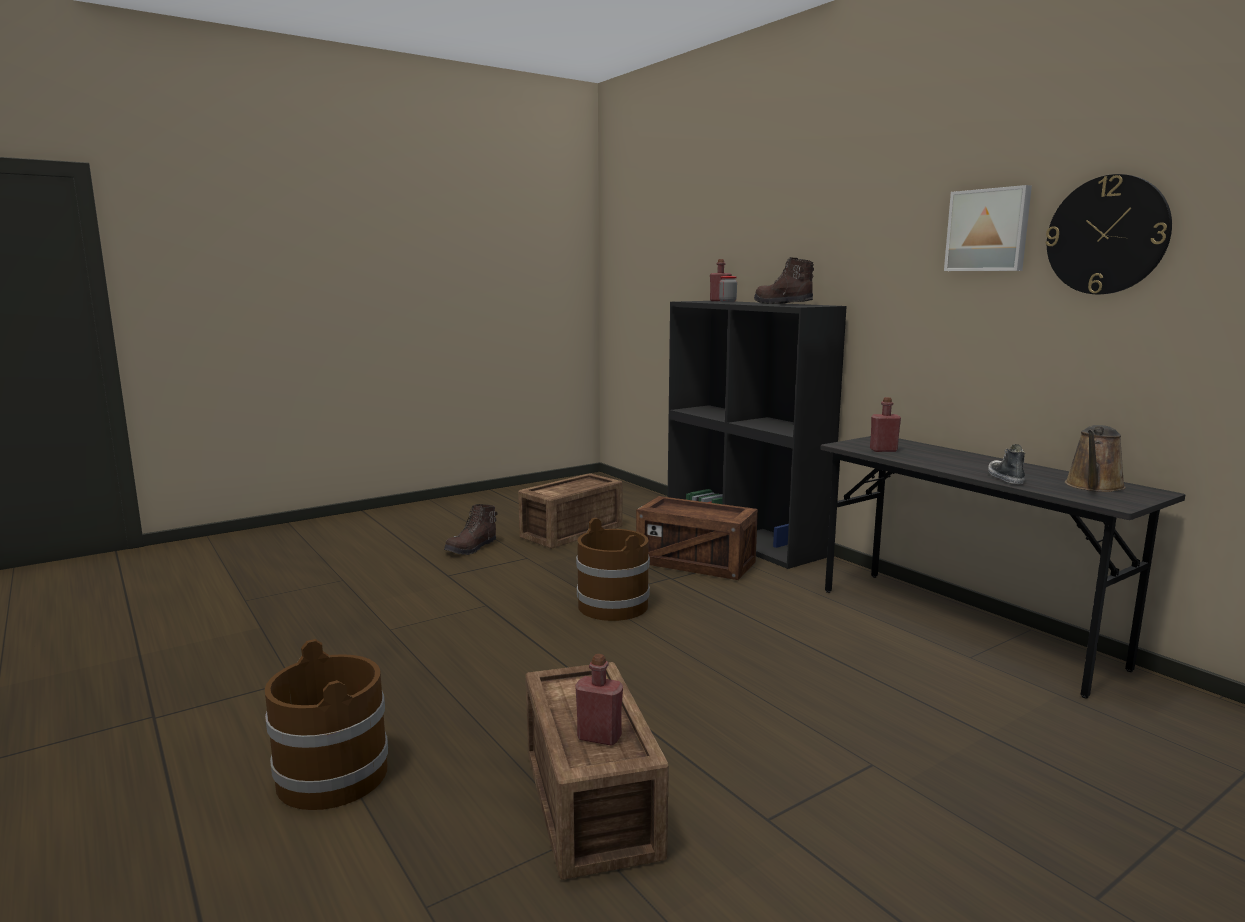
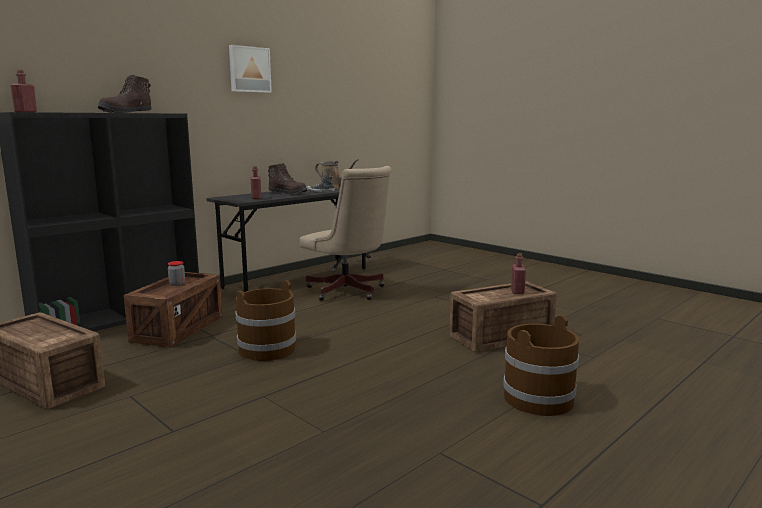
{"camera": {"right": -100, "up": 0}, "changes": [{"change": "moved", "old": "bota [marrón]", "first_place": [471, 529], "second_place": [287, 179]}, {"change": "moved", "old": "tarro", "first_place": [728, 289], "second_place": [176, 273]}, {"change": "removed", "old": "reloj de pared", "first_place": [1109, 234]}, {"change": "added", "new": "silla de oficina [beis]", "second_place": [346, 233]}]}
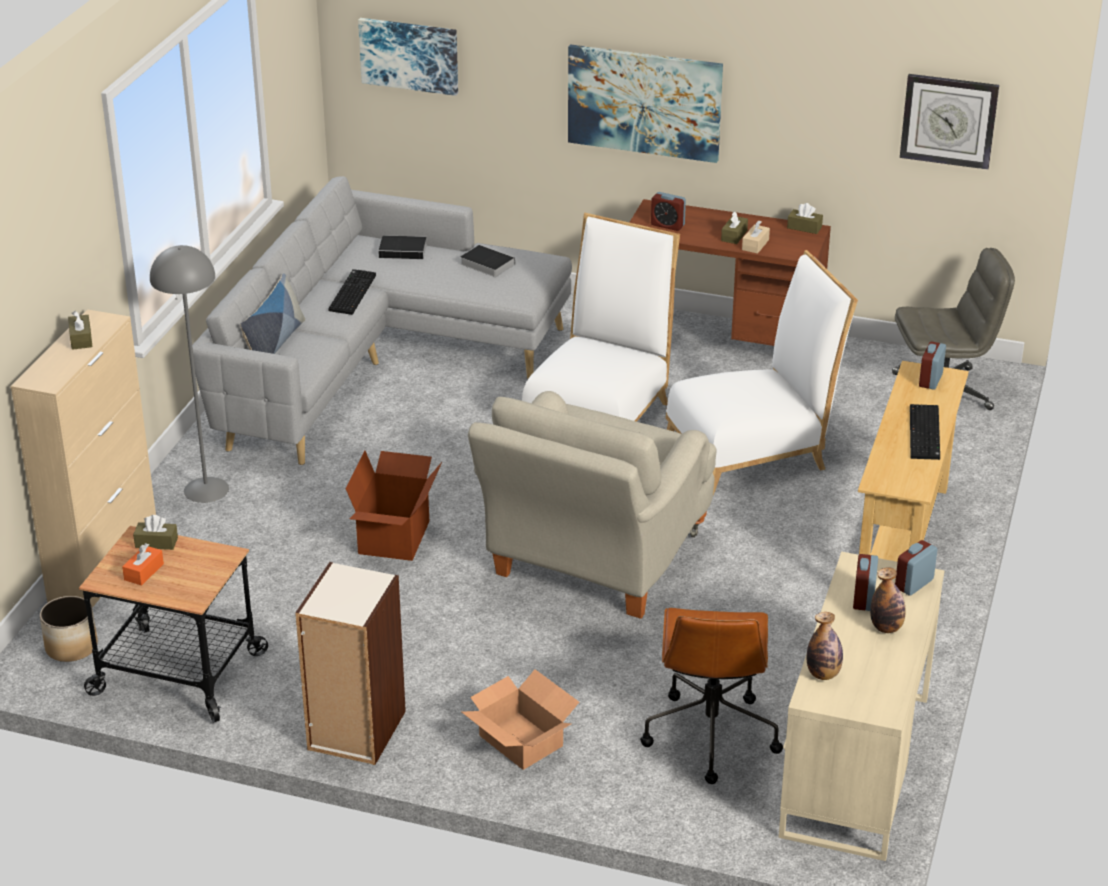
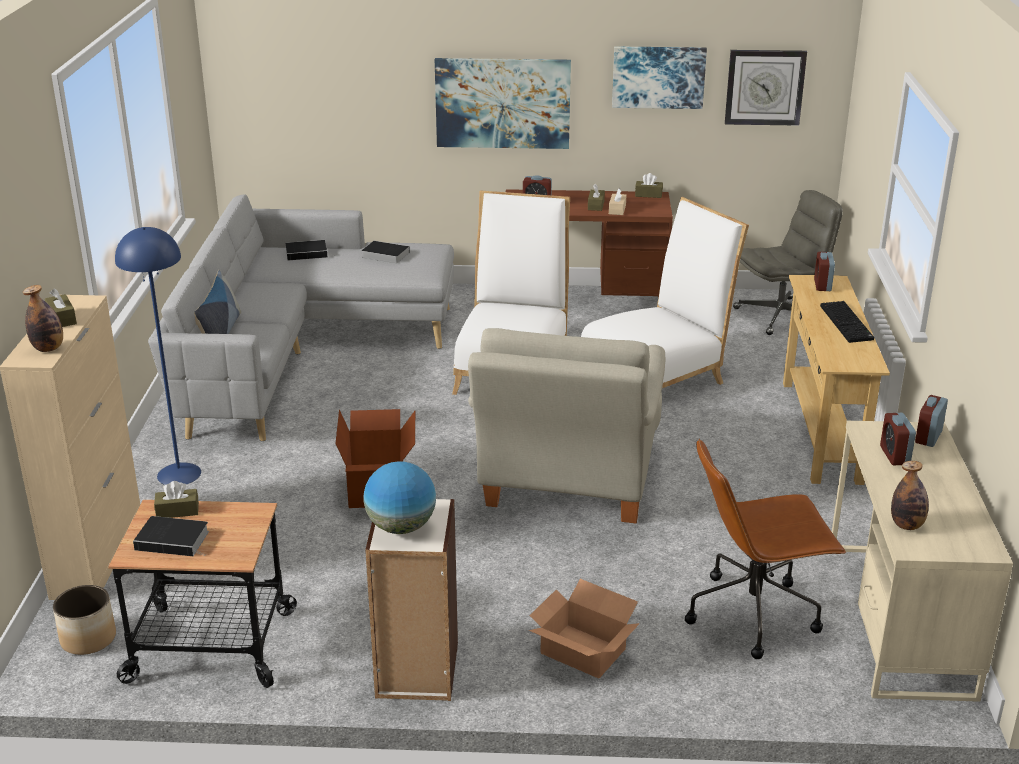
{"camera": {"right": -15, "up": -5}, "changes": [{"change": "replaced", "old": "caja de pañuelos [naranja]", "new": "libro", "first_place": [143, 564], "second_place": [171, 536]}, {"change": "recoloured", "old": "lámpara de pie [gris]", "new": "lámpara de pie [azul]", "first_place": [189, 374], "second_place": [158, 356]}, {"change": "removed", "old": "teclado", "first_place": [352, 292]}, {"change": "moved", "old": "cuadro", "first_place": [408, 57], "second_place": [659, 77]}, {"change": "turned", "old": "silla de oficina [marrón]", "first_place": [711, 696], "second_place": [765, 548], "degrees": 90}, {"change": "moved", "old": "botella", "first_place": [888, 600], "second_place": [43, 318]}, {"change": "added", "new": "globo terráqueo", "second_place": [400, 497]}]}
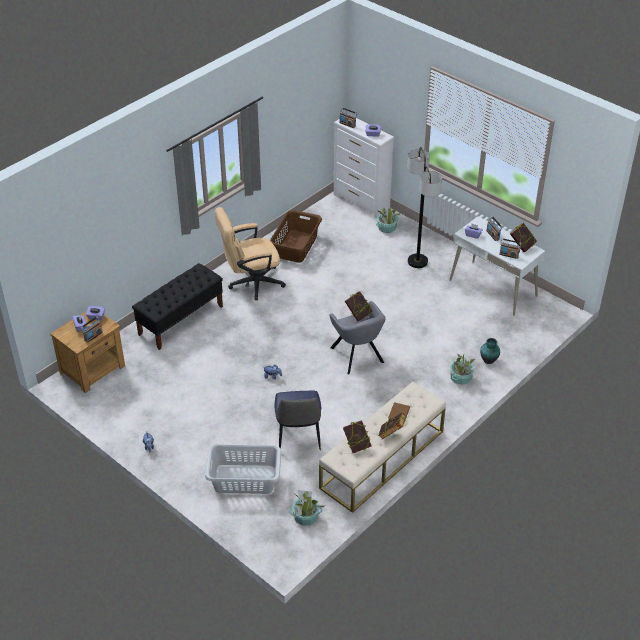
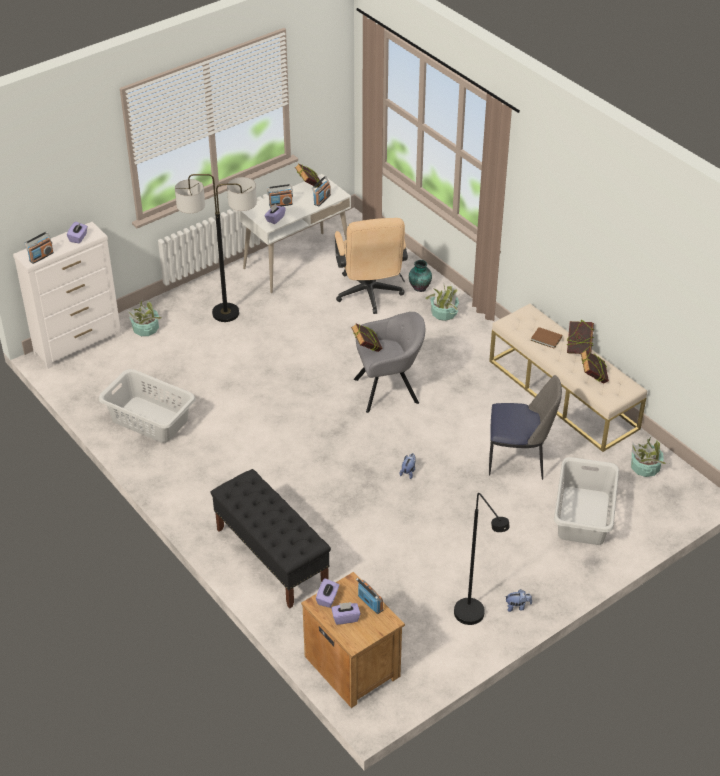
{"camera": {"right": -80, "up": 0}, "changes": [{"change": "moved", "old": "silla de oficina [beis]", "first_place": [250, 253], "second_place": [371, 266]}, {"change": "recoloured", "old": "cesto de la ropa [marrón]", "new": "cesto de la ropa [gris]", "first_place": [296, 236], "second_place": [147, 406]}, {"change": "added", "new": "lámpara de pie [negro]", "second_place": [482, 559]}]}
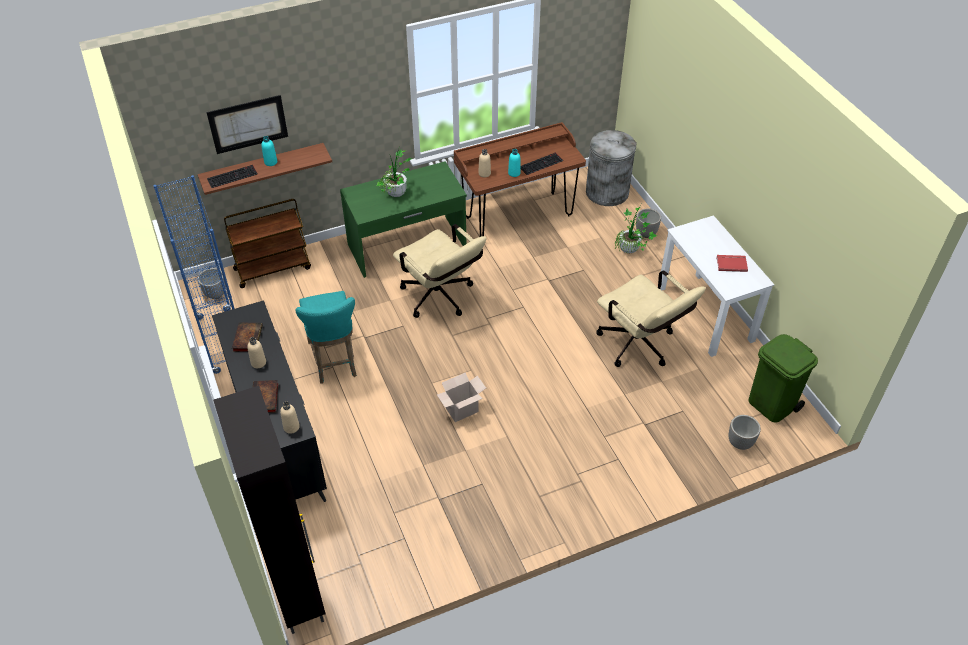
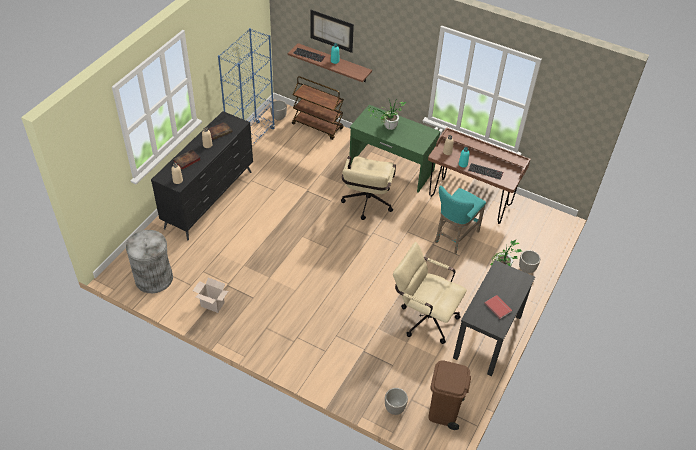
{"camera": {"right": 50, "up": 0}, "changes": [{"change": "removed", "old": "armario [negro]", "first_place": [269, 510]}, {"change": "moved", "old": "taburete [turquesa]", "first_place": [326, 337], "second_place": [460, 220]}, {"change": "moved", "old": "caja de cartón", "first_place": [461, 397], "second_place": [210, 295]}, {"change": "moved", "old": "papelera [gris]", "first_place": [611, 168], "second_place": [149, 261]}, {"change": "turned", "old": "silla de oficina [beis]", "first_place": [651, 319], "second_place": [430, 293], "degrees": 105}, {"change": "recoloured", "old": "escritorio [blanco]", "new": "escritorio [negro]", "first_place": [717, 286], "second_place": [494, 318]}, {"change": "recoloured", "old": "papelera [verde]", "new": "papelera [marrón]", "first_place": [783, 378], "second_place": [449, 395]}]}
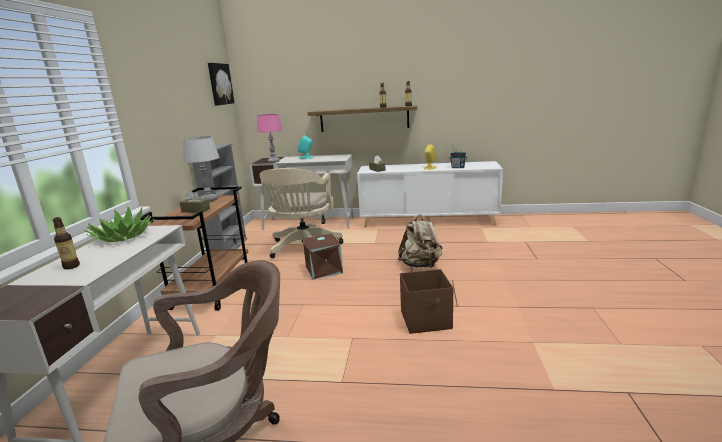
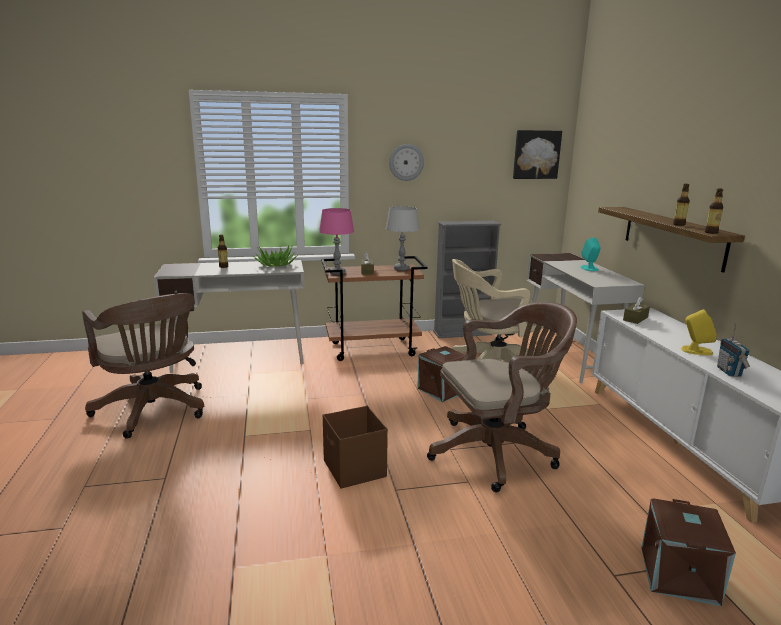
{"camera": {"right": 70, "up": 0}, "changes": [{"change": "moved", "old": "lámpara de mesa [rosa]", "first_place": [270, 138], "second_place": [336, 241]}, {"change": "replaced", "old": "mochila [beis]", "new": "silla de oficina [marrón]", "first_place": [420, 241], "second_place": [502, 397]}, {"change": "added", "new": "reloj de pared", "second_place": [406, 162]}, {"change": "added", "new": "caja de almacenaje [marrón]", "second_place": [688, 552]}]}
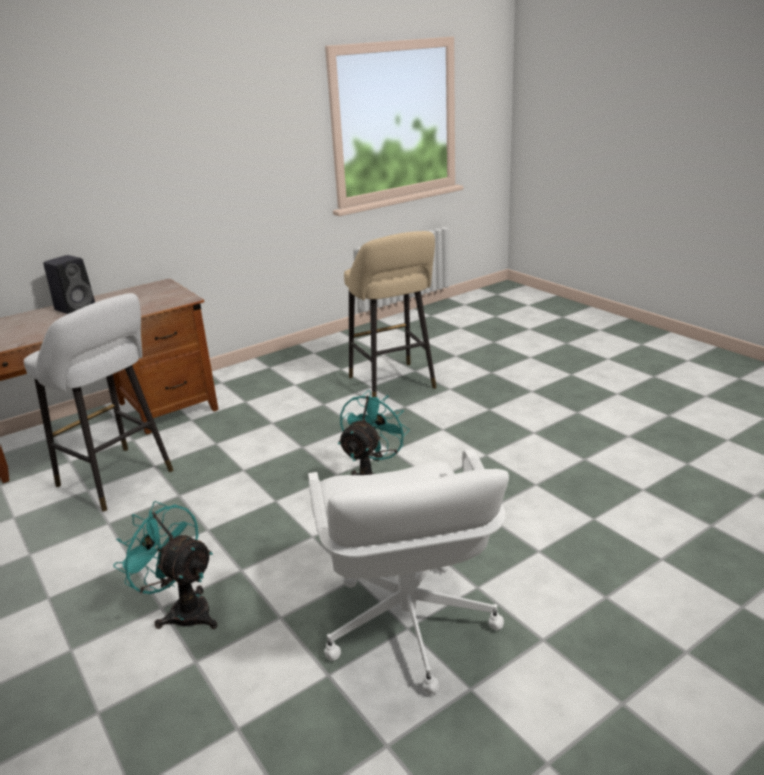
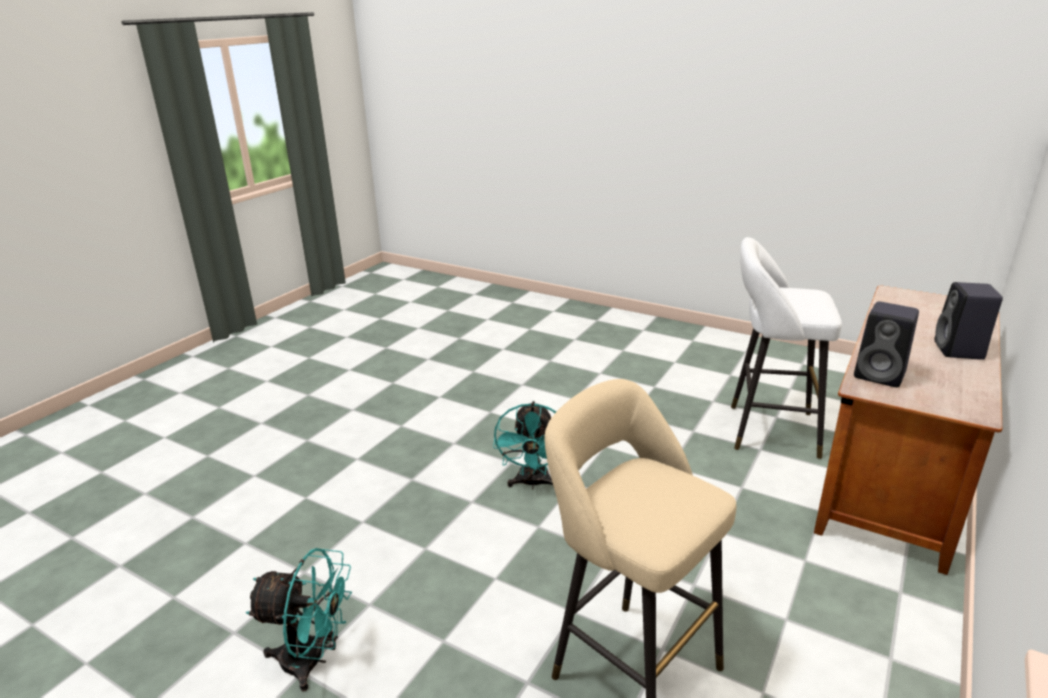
{"camera": {"right": 155, "up": 0}, "changes": [{"change": "moved", "old": "ventilador [turquesa]", "first_place": [165, 565], "second_place": [299, 619]}, {"change": "removed", "old": "silla de oficina [blanco]", "first_place": [408, 572]}, {"change": "added", "new": "altavoz [negro]", "second_place": [886, 344]}]}
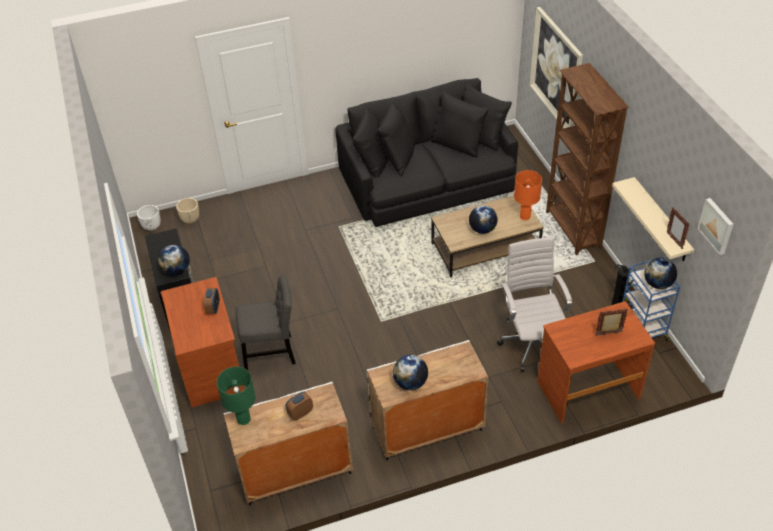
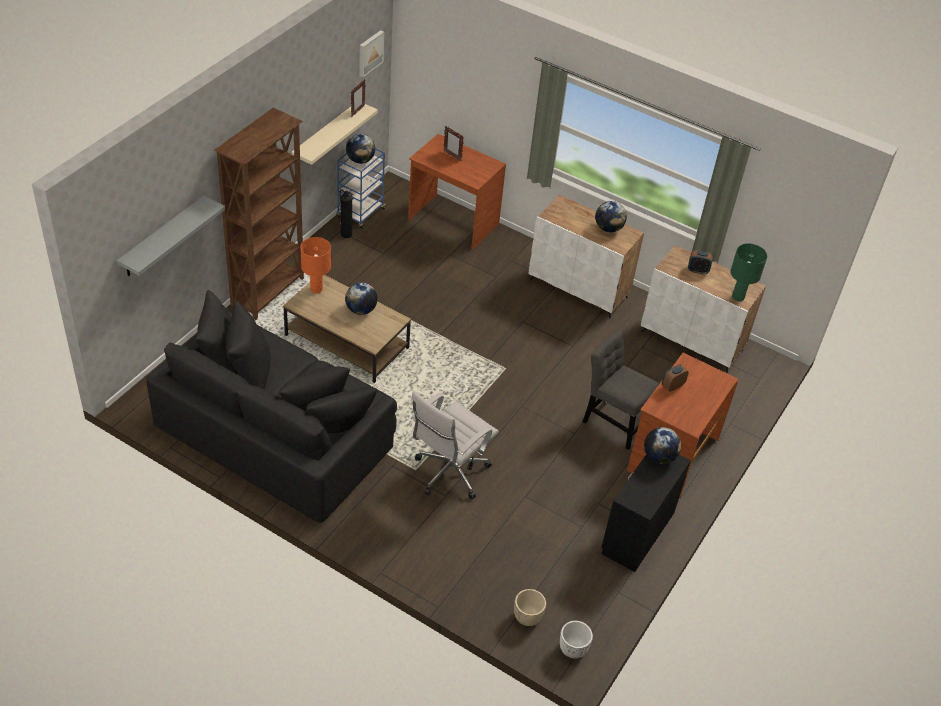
{"camera": {"right": -135, "up": 0}, "changes": [{"change": "moved", "old": "silla de oficina [blanco]", "first_place": [534, 304], "second_place": [455, 445]}, {"change": "replaced", "old": "cuadro", "new": "estante [gris]", "first_place": [556, 67], "second_place": [171, 236]}]}
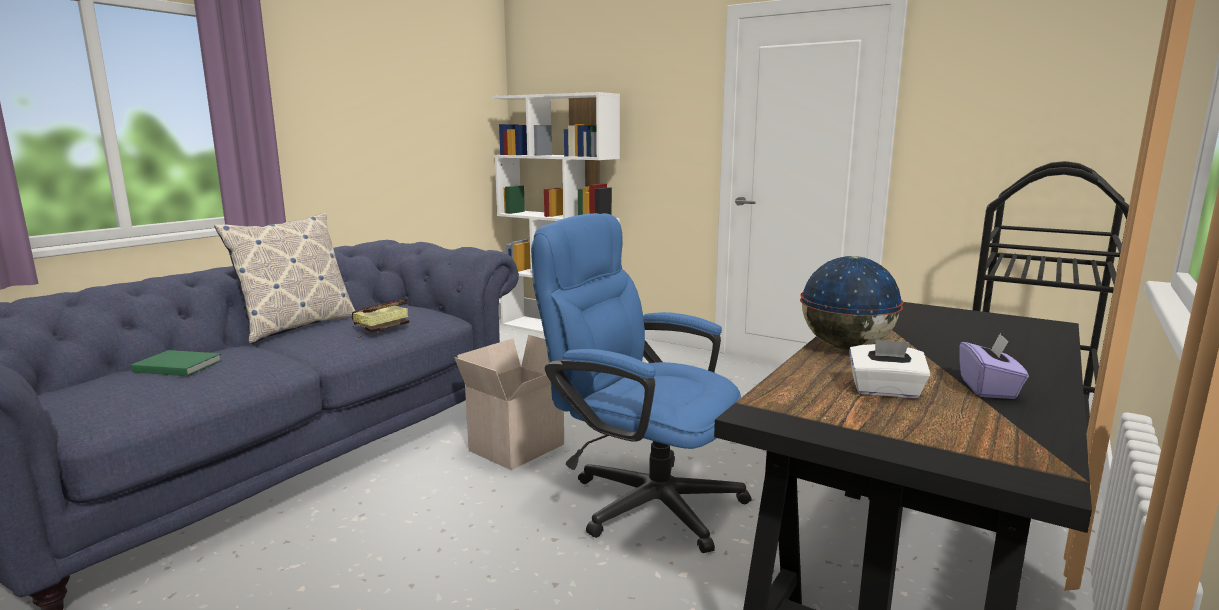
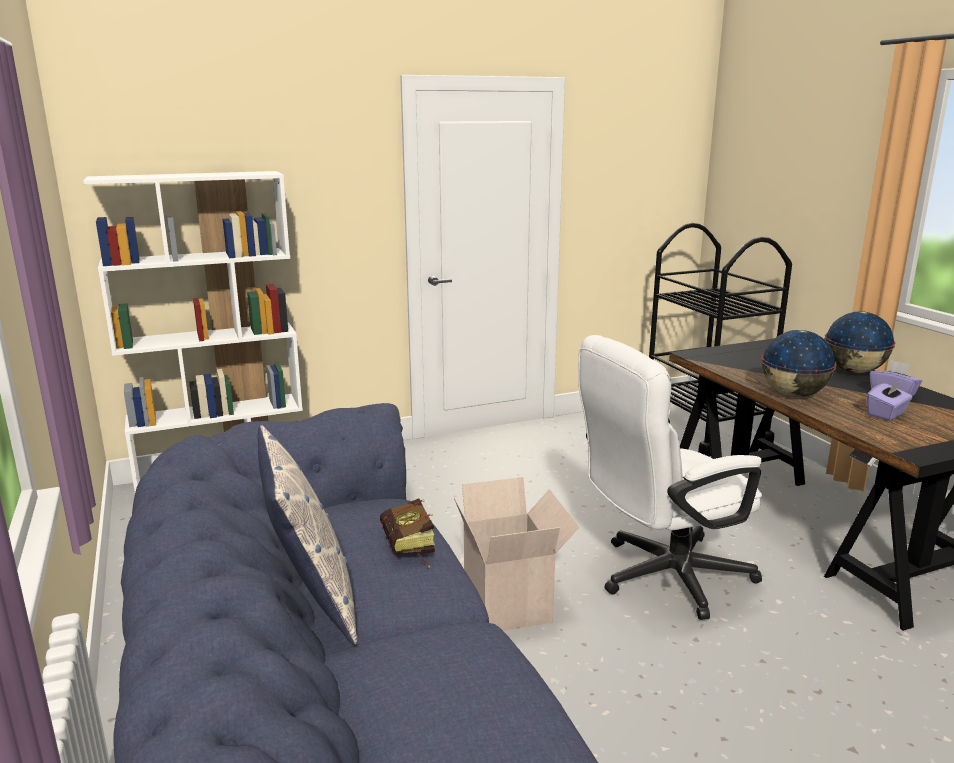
{"camera": {"right": -55, "up": 5}, "changes": [{"change": "removed", "old": "libro [verde]", "first_place": [176, 363]}, {"change": "recoloured", "old": "silla de oficina [azul]", "new": "silla de oficina [blanco]", "first_place": [641, 383], "second_place": [670, 477]}, {"change": "recoloured", "old": "caja de pañuelos [blanco]", "new": "caja de pañuelos [morado]", "first_place": [889, 368], "second_place": [890, 401]}, {"change": "added", "new": "globo terráqueo", "second_place": [859, 342]}]}
